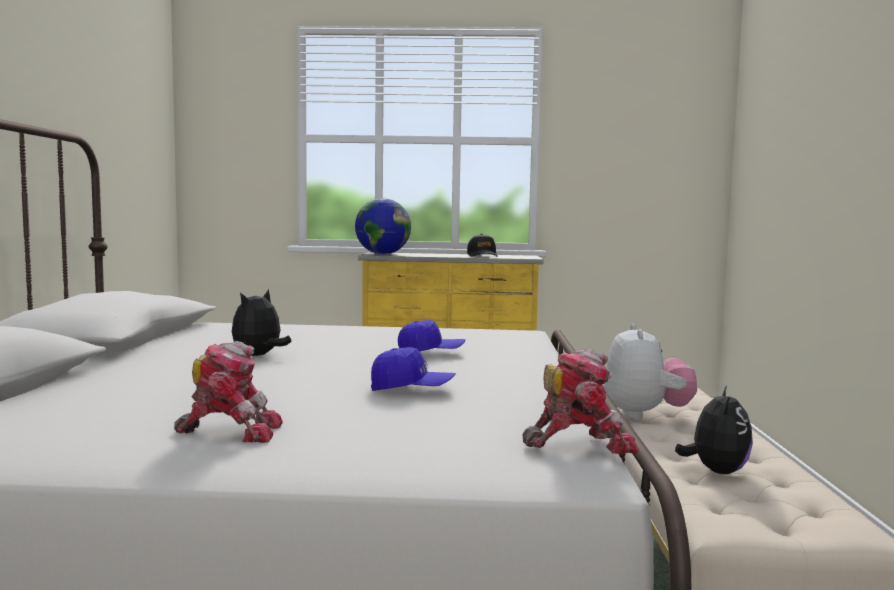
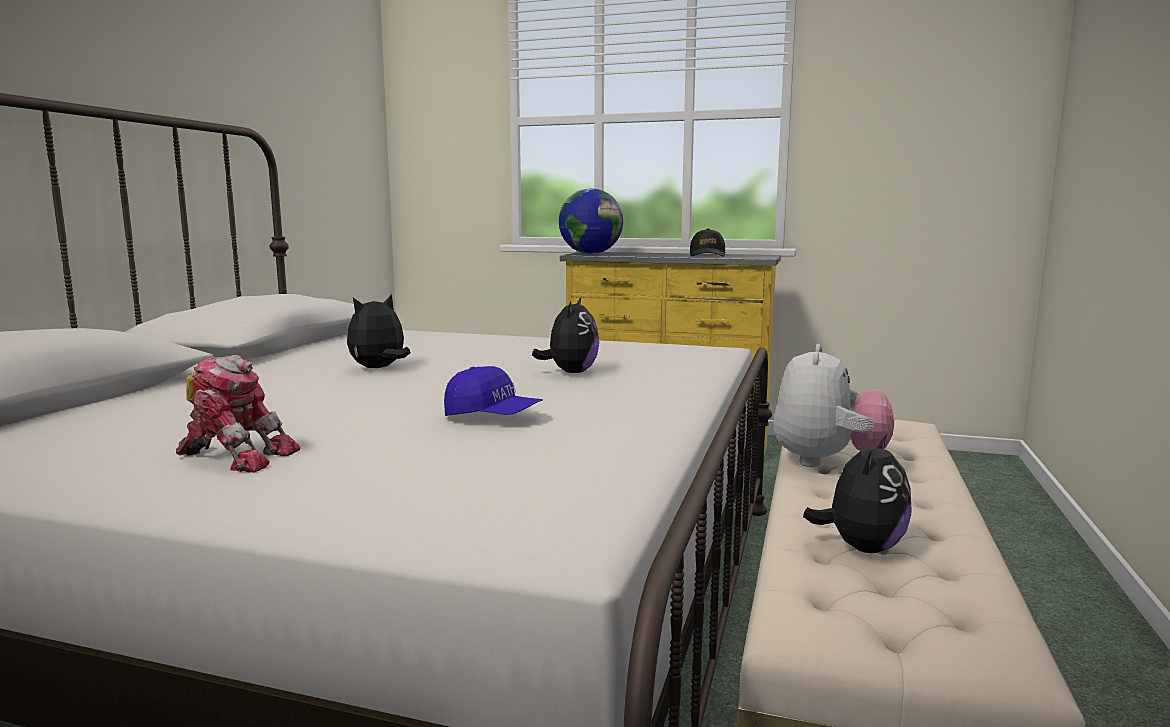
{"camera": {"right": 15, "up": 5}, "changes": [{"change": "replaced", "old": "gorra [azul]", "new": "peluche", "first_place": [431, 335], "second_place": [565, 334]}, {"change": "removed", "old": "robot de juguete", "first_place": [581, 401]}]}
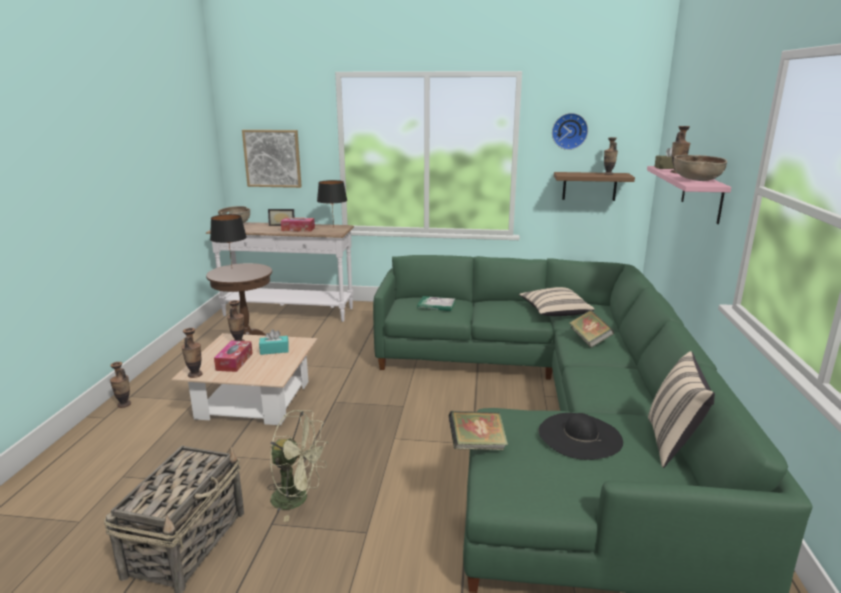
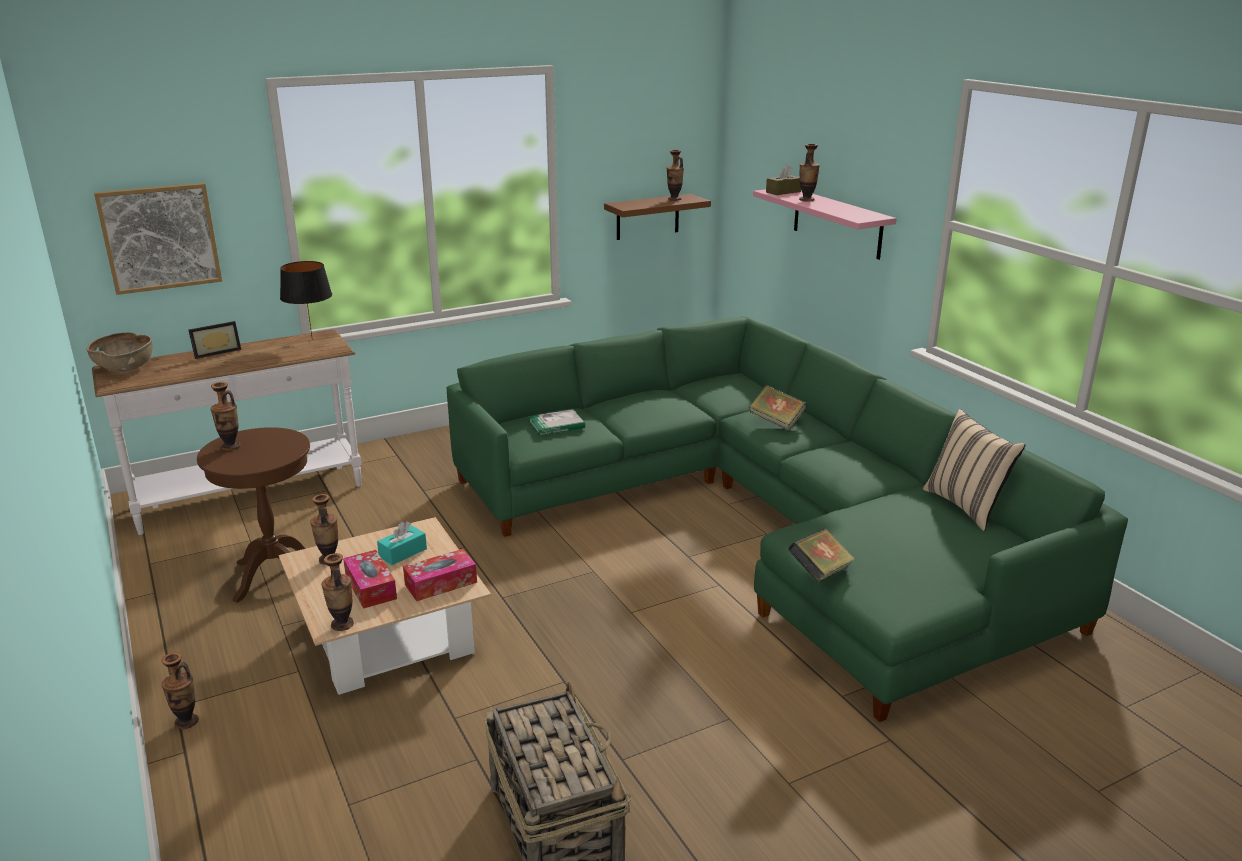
{"camera": {"right": -35, "up": 5}, "changes": [{"change": "replaced", "old": "lámpara de mesa [negro]", "new": "florero", "first_place": [228, 240], "second_place": [225, 416]}, {"change": "removed", "old": "ventilador [verde]", "first_place": [298, 466]}, {"change": "moved", "old": "caja de pañuelos", "first_place": [298, 225], "second_place": [440, 575]}, {"change": "removed", "old": "cojín [beis]", "first_place": [556, 301]}, {"change": "removed", "old": "sombrero [negro]", "first_place": [581, 436]}, {"change": "removed", "old": "reloj de pared", "first_place": [570, 131]}, {"change": "removed", "old": "cuenco [marrón]", "first_place": [700, 168]}]}
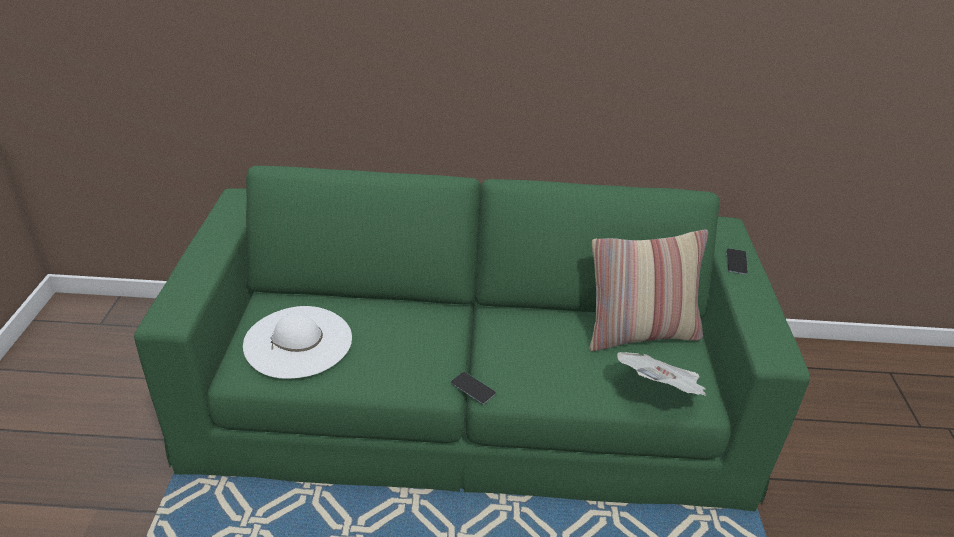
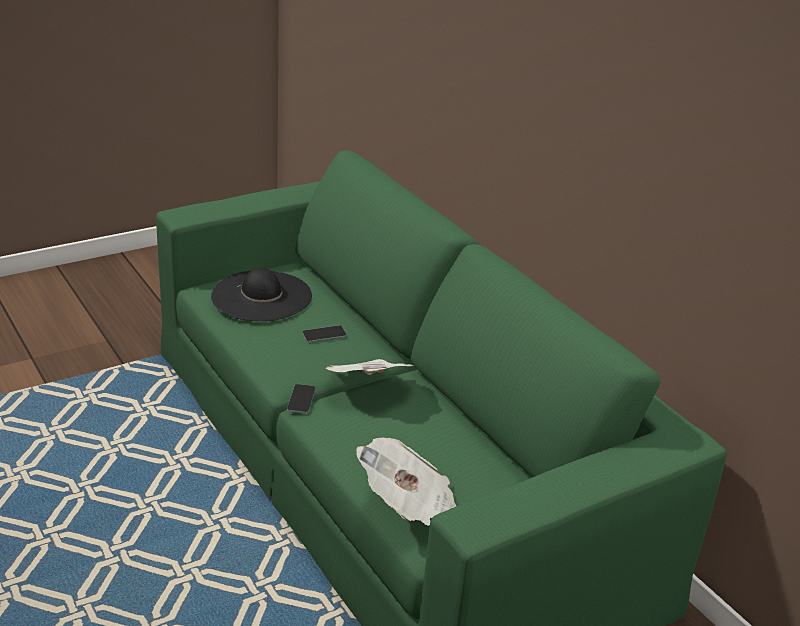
{"camera": {"right": 55, "up": -5}, "changes": [{"change": "recoloured", "old": "sombrero [blanco]", "new": "sombrero [negro]", "first_place": [297, 342], "second_place": [261, 294]}, {"change": "removed", "old": "cojín", "first_place": [648, 290]}, {"change": "moved", "old": "móvil", "first_place": [737, 261], "second_place": [324, 333]}, {"change": "added", "new": "periódico", "second_place": [369, 367]}]}
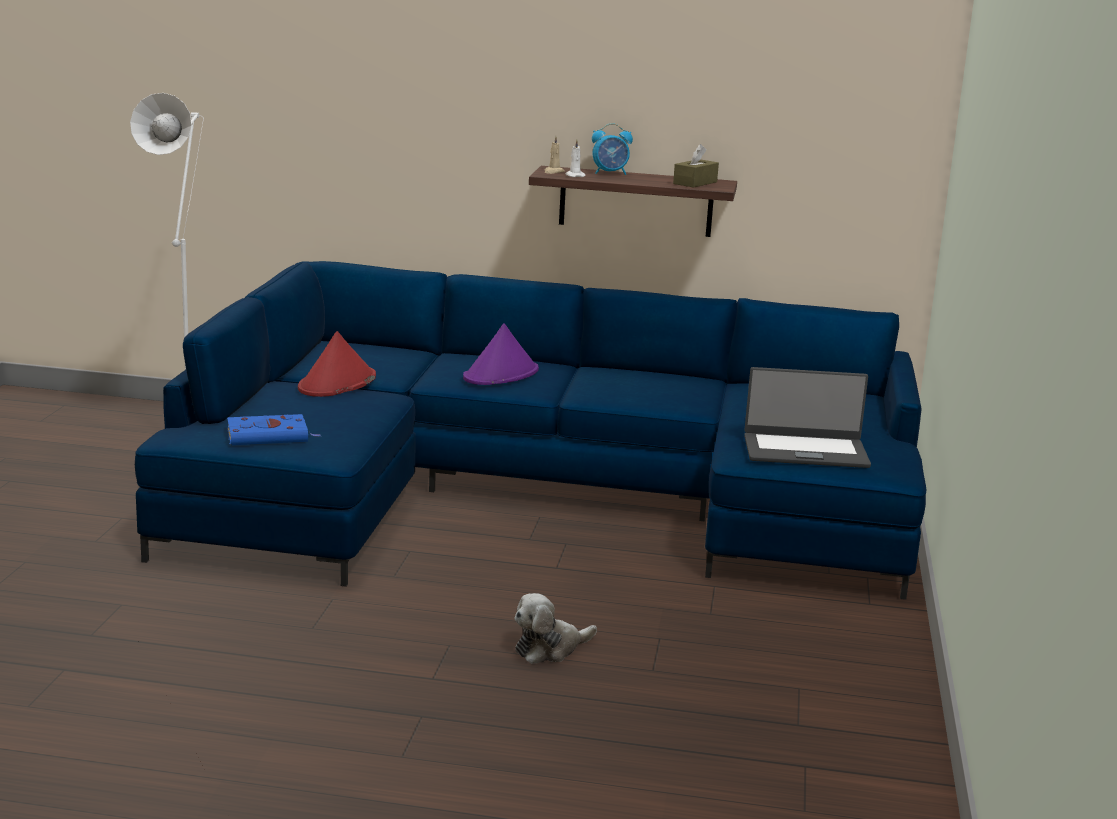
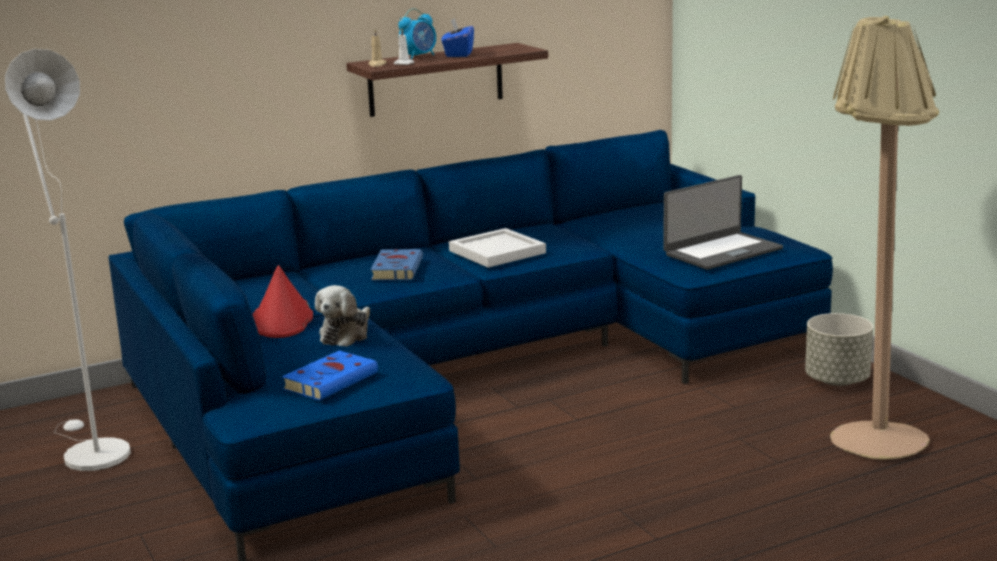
{"camera": {"right": -35, "up": 0}, "changes": [{"change": "replaced", "old": "sombrero [morado]", "new": "libro [azul]", "first_place": [501, 354], "second_place": [396, 265]}, {"change": "moved", "old": "peluche", "first_place": [555, 628], "second_place": [342, 316]}, {"change": "removed", "old": "caja de pañuelos [marrón]", "first_place": [696, 166]}, {"change": "added", "new": "caja de pañuelos [azul]", "second_place": [458, 37]}, {"change": "added", "new": "bandeja [blanco]", "second_place": [497, 247]}, {"change": "added", "new": "maceta [gris]", "second_place": [839, 349]}, {"change": "added", "new": "lámpara de pie [beis]", "second_place": [884, 237]}]}
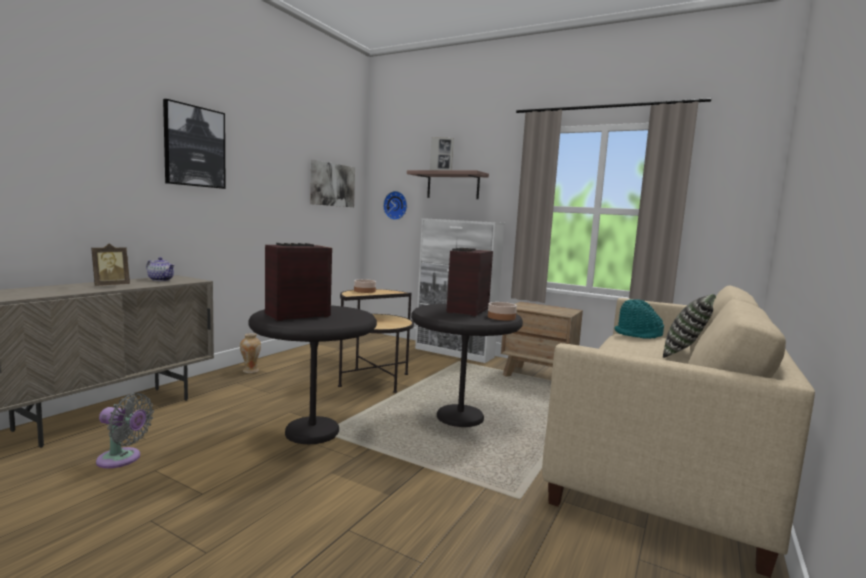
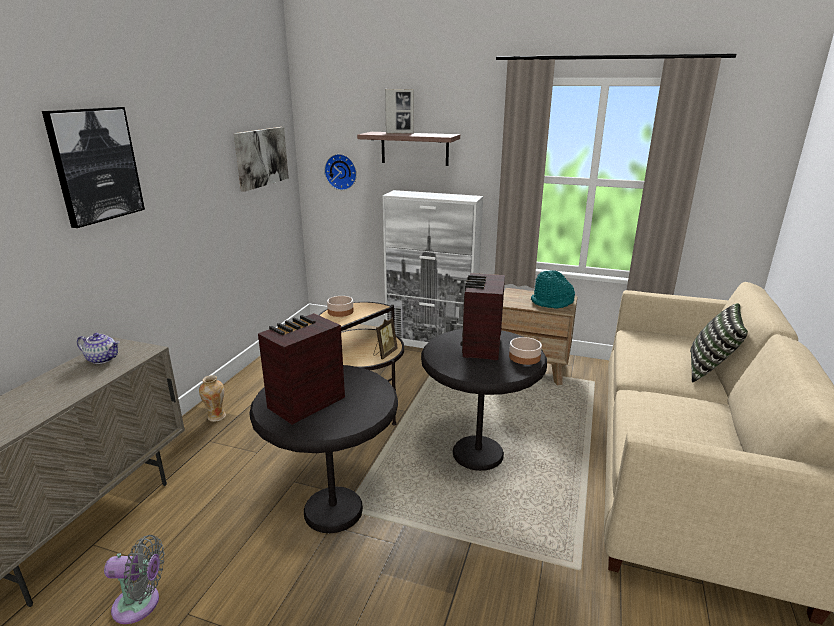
{"camera": {"right": -10, "up": 15}, "changes": [{"change": "moved", "old": "portarretratos", "first_place": [110, 264], "second_place": [385, 338]}, {"change": "moved", "old": "sombrero [turquesa]", "first_place": [639, 319], "second_place": [553, 289]}]}
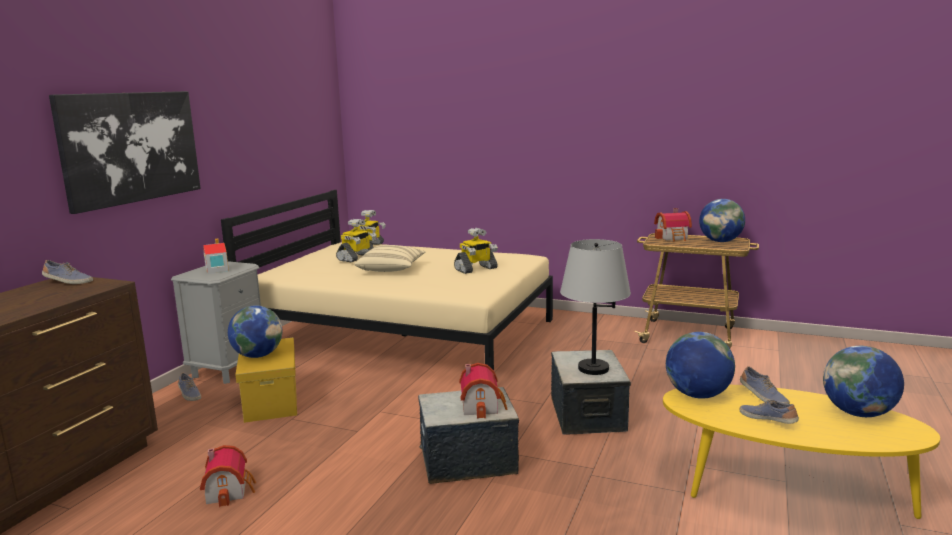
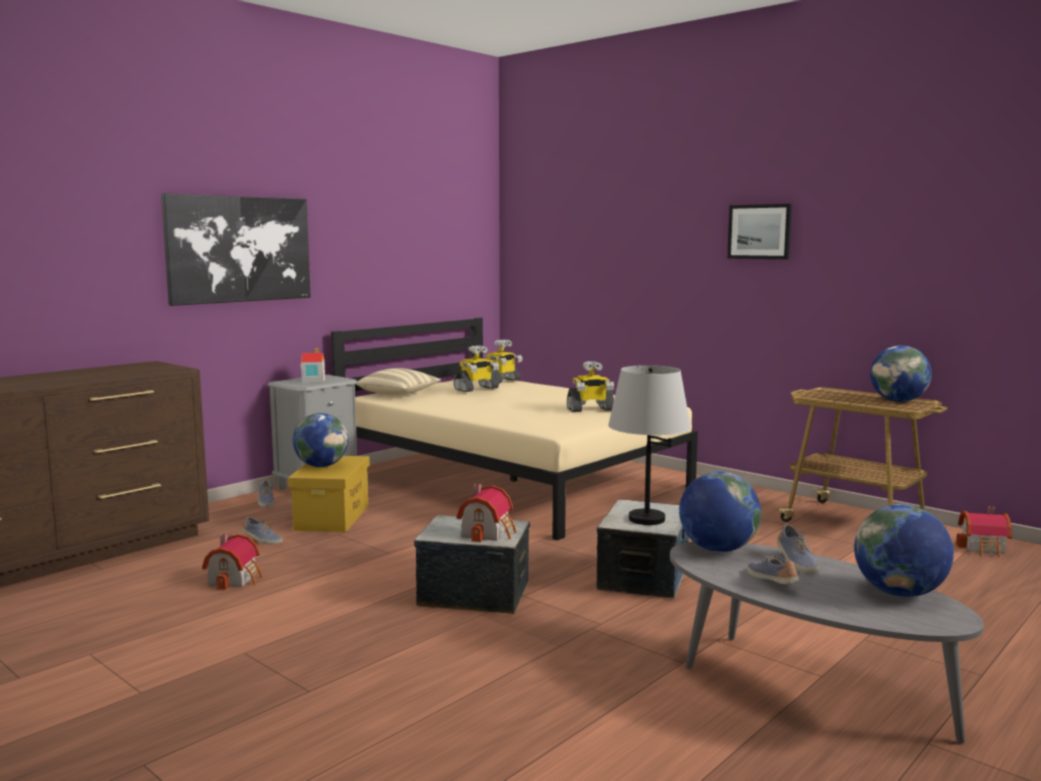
{"camera": {"right": 20, "up": -5}, "changes": [{"change": "moved", "old": "zapato", "first_place": [67, 272], "second_place": [262, 530]}, {"change": "moved", "old": "cojín [beis]", "first_place": [389, 258], "second_place": [398, 381]}, {"change": "moved", "old": "casita", "first_place": [673, 225], "second_place": [984, 532]}, {"change": "recoloured", "old": "mesa de centro [amarillo]", "new": "mesa de centro [gris]", "first_place": [801, 452], "second_place": [827, 642]}, {"change": "added", "new": "cuadro", "second_place": [759, 231]}]}
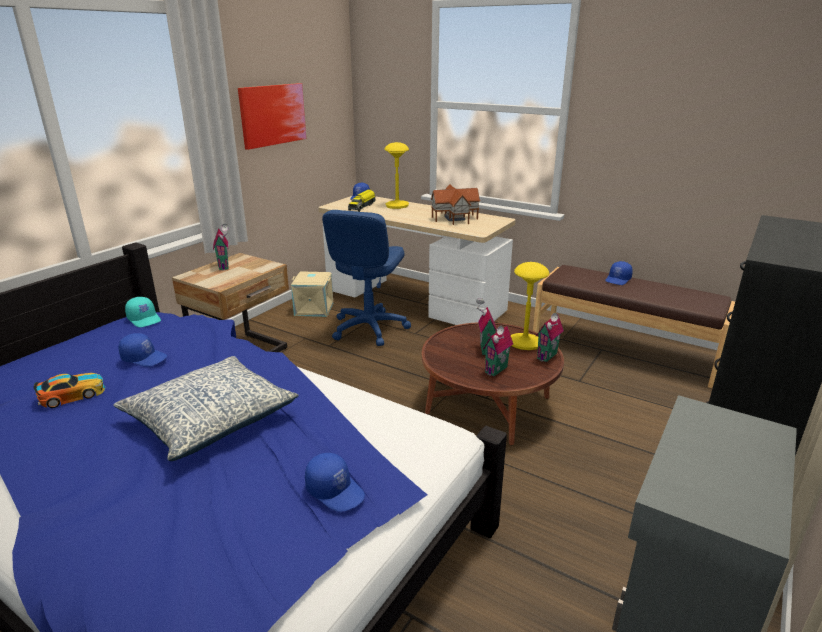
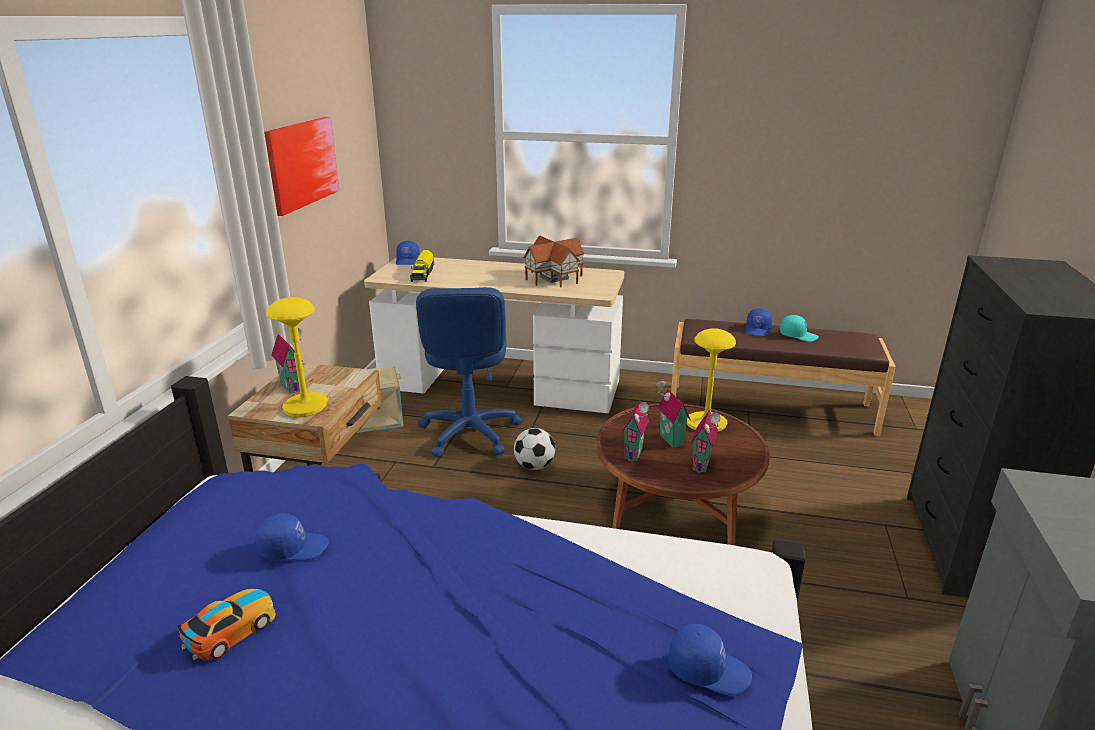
{"camera": {"right": -20, "up": 0}, "changes": [{"change": "removed", "old": "cojín", "first_place": [205, 408]}, {"change": "moved", "old": "gorra [turquesa]", "first_place": [143, 312], "second_place": [799, 328]}, {"change": "moved", "old": "lámpara de mesa [amarillo]", "first_place": [396, 175], "second_place": [297, 357]}, {"change": "moved", "old": "casita", "first_place": [550, 337], "second_place": [635, 431]}, {"change": "added", "new": "balón de fútbol", "second_place": [534, 449]}]}
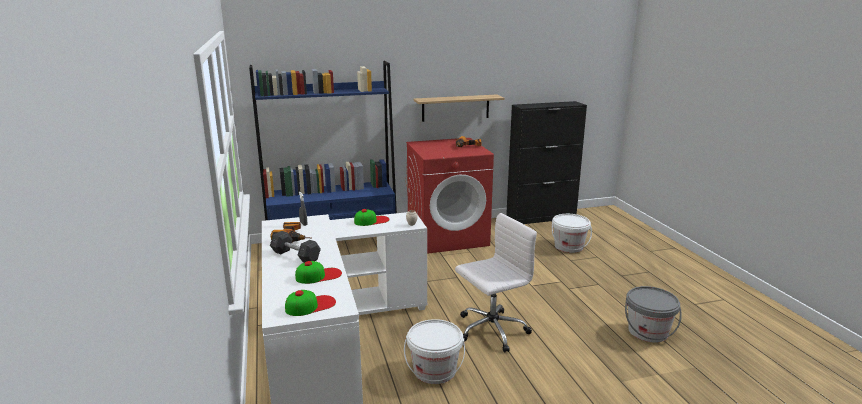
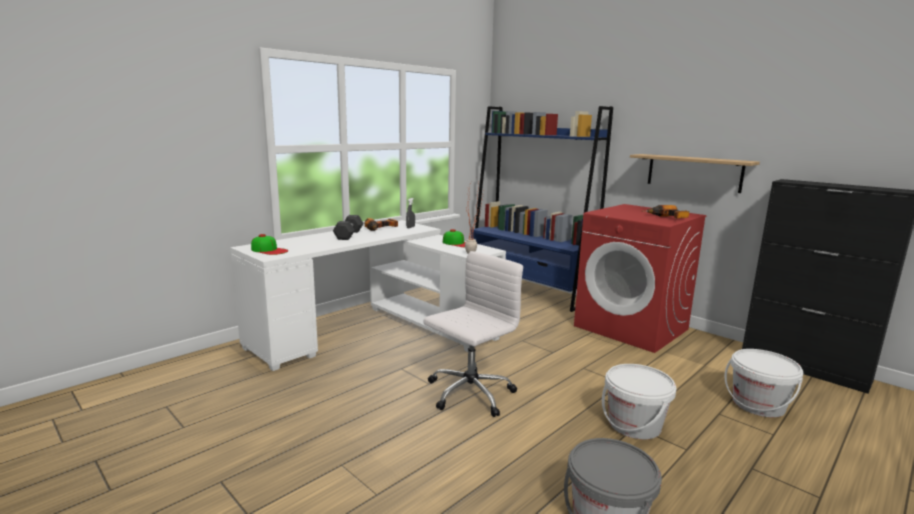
{"camera": {"right": 60, "up": -5}, "changes": [{"change": "removed", "old": "gorra", "first_place": [318, 272]}, {"change": "moved", "old": "cubo [blanco]", "first_place": [434, 351], "second_place": [639, 402]}, {"change": "turned", "old": "silla de oficina [blanco]", "first_place": [496, 282], "second_place": [473, 334], "degrees": -75}]}
